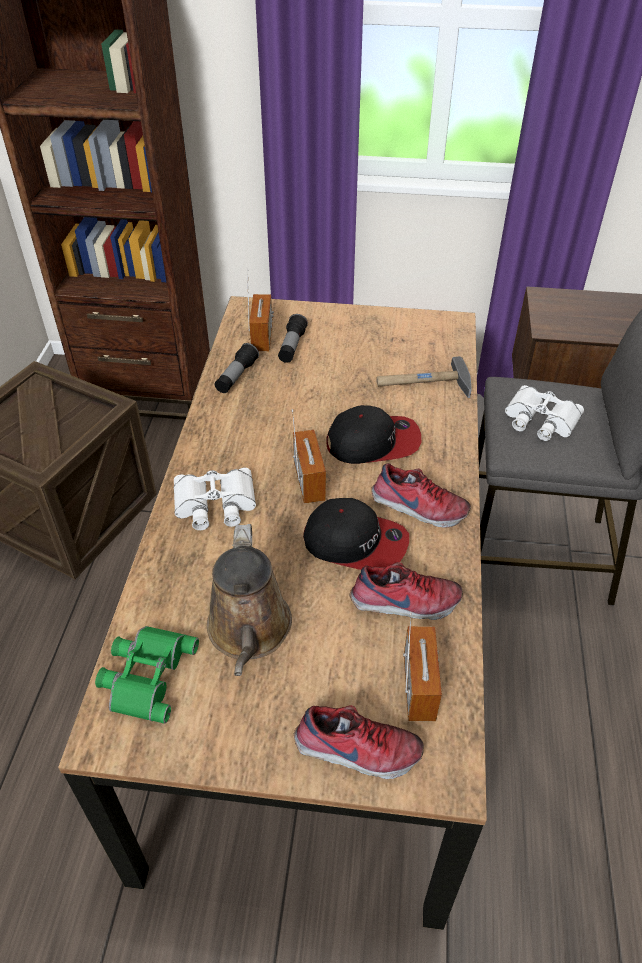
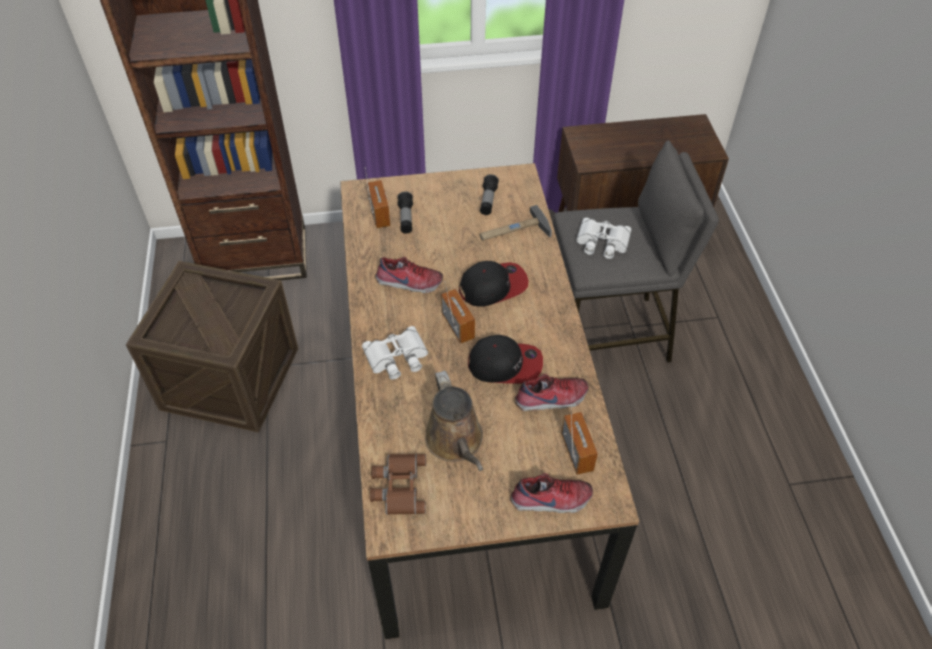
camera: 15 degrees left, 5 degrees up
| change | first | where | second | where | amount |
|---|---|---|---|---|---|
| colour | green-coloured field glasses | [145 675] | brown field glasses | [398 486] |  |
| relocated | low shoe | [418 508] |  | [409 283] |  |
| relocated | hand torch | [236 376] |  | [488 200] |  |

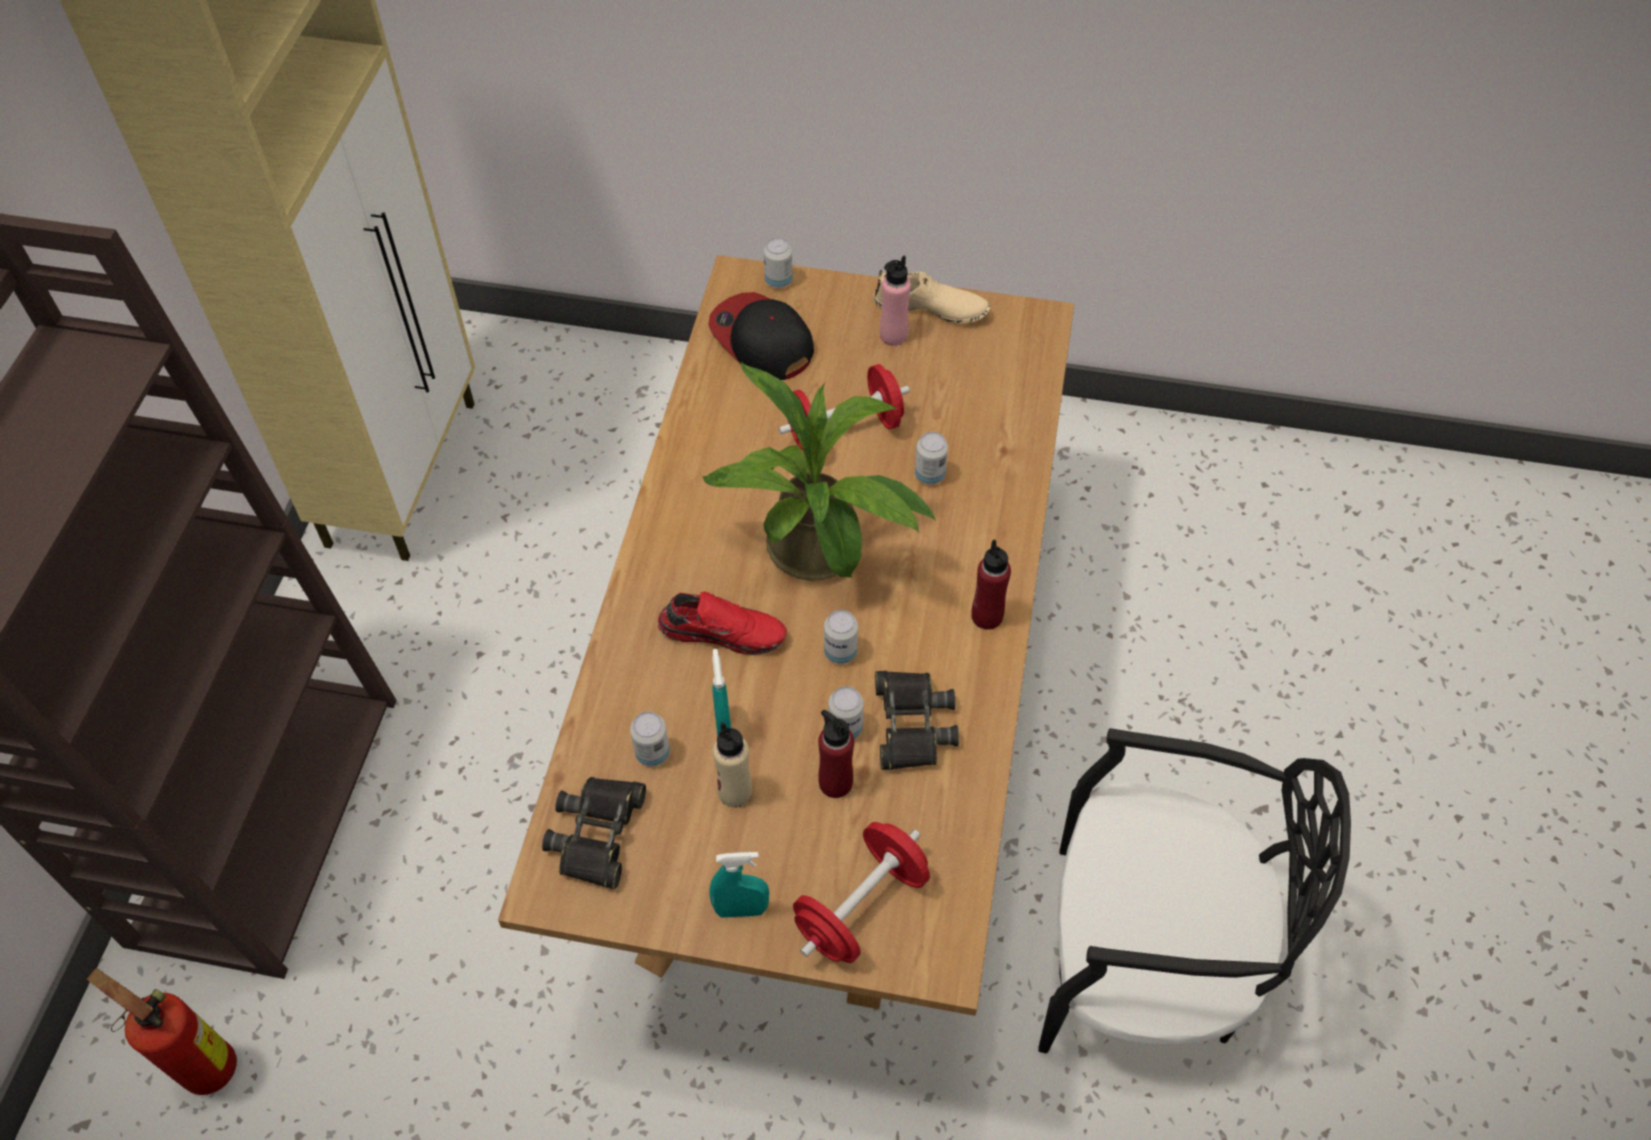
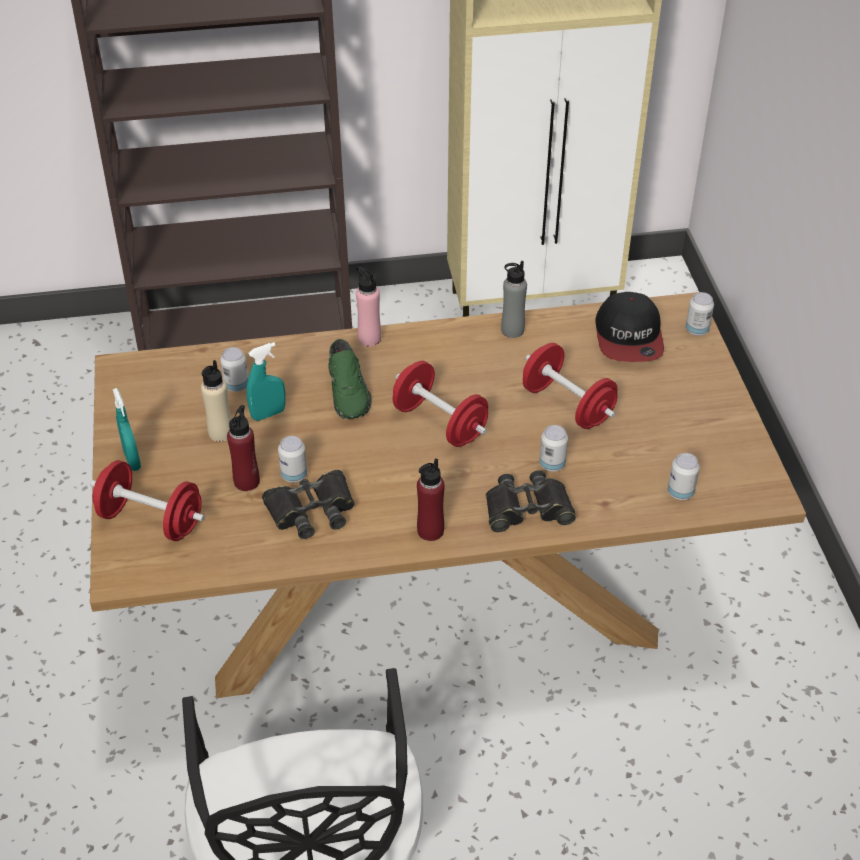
camera: 70 degrees right, 10 degrees down
| change | first | where | second | where | amount |
|---|---|---|---|---|---|
| colour | red low shoe | [723 631] | green-coloured low shoe | [349 391] |  |
| relocated | pinkish beverage bottle | [893 335] |  | [369 338] |  |
| exchanged | potted plant | [820 556] | red free weight | [440 423] |  |
| relocated | black-coloured field glasses | [597 834] |  | [527 509] |  |
| appeared |  |  | greyish beverage bottle | [512 330] |  |
| spun | peaked cap | [761 340] |  | [629 337] | 150 degrees clockwise |
| relocated | can | [840 652] |  | [680 492] |  |
| missing | fire-fighting cylinder | [204 1064] |  |  |  |
| missing | beige-coloured low shoe | [931 308] |  |  |  |

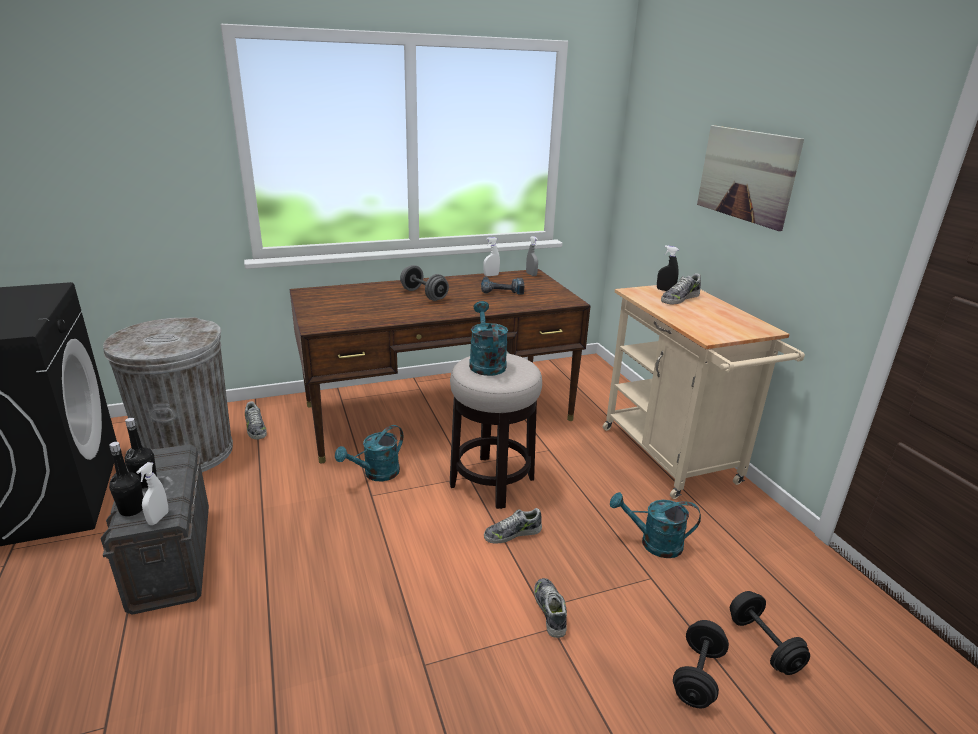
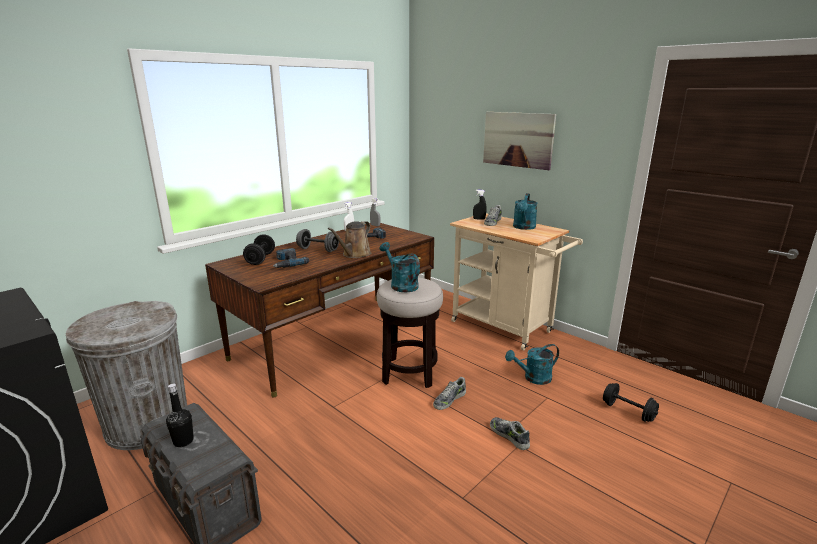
camera: 25 degrees left, 5 degrees down
| change | first | where | second | where | amount |
|---|---|---|---|---|---|
| relocated | black-coloured free weight | [697 676] |  | [260 259] |  |
| appeared |  |  | drill | [287 263] |  |
| appeared |  |  | brown watering pot | [355 254] |  |
| relocated | turquoise-coloured watering pot | [376 474] |  | [523 227] |  |
| missing | black-coloured beverage bottle | [132 509] |  |  |  |
| missing | white-coloured sprayer | [158 518] |  |  |  |
| missing | low shoe | [255 428] |  |  |  |

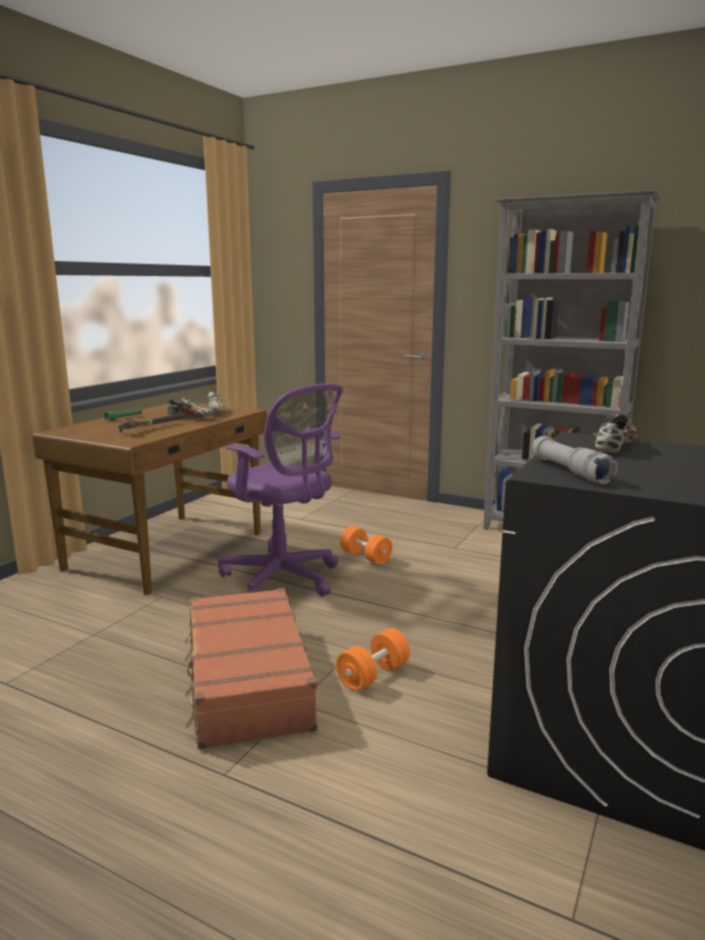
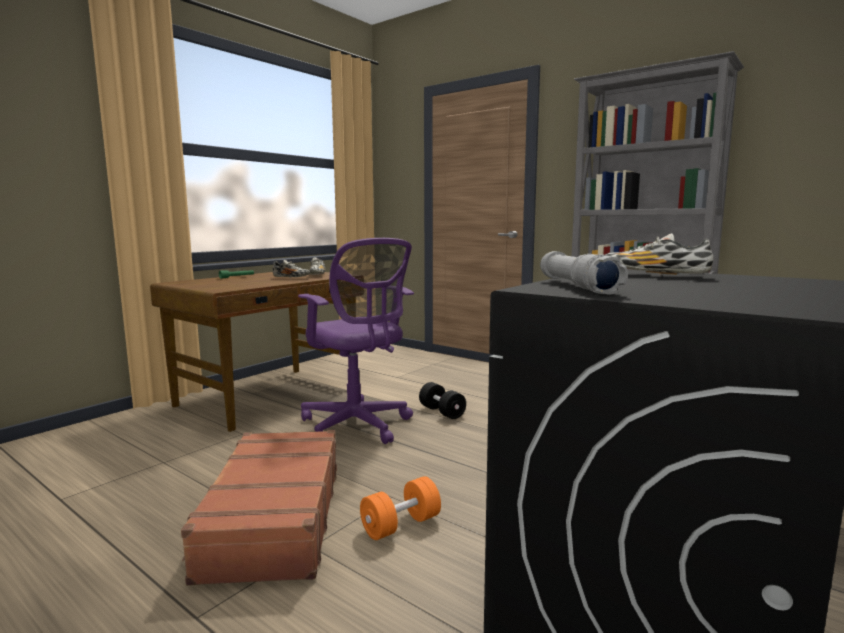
camera: 10 degrees right, 5 degrees down
| change | first | where | second | where | amount |
|---|---|---|---|---|---|
| colour | orange free weight | [365 557] | black-coloured free weight | [442 412] |  |
| spun | low shoe | [615 447] |  | [654 275] | 105 degrees counterclockwise |
| missing | hammer | [148 429] |  |  |  |

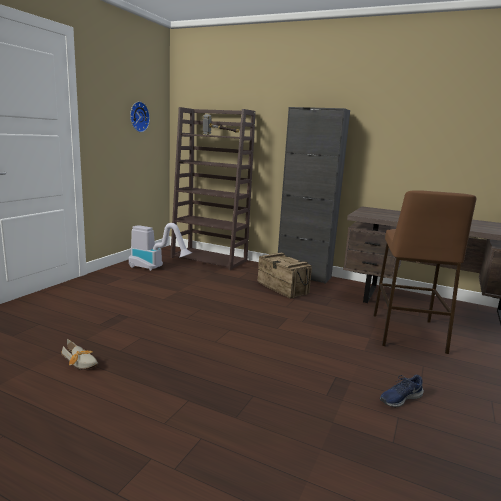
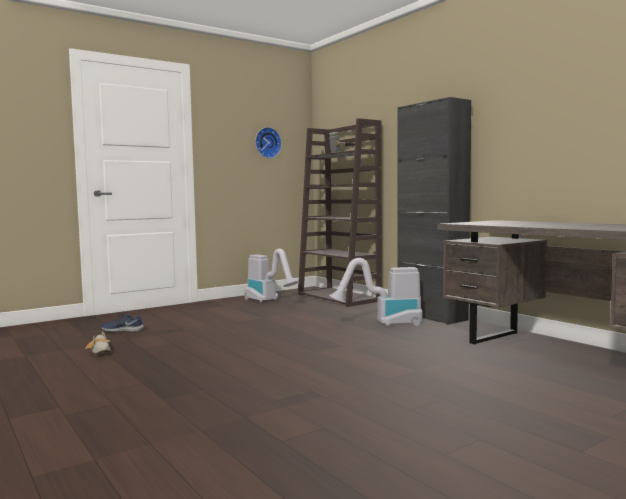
camera: 30 degrees right, 10 degrees down
| change | first | where | second | where | amount |
|---|---|---|---|---|---|
| relocated | blue low shoe | [400 398] |  | [122 330] |  |
| exchanged | packing crate | [283 288] | vacuum cleaner | [383 324] |  |
| missing | brown stool | [407 333] |  |  |  |

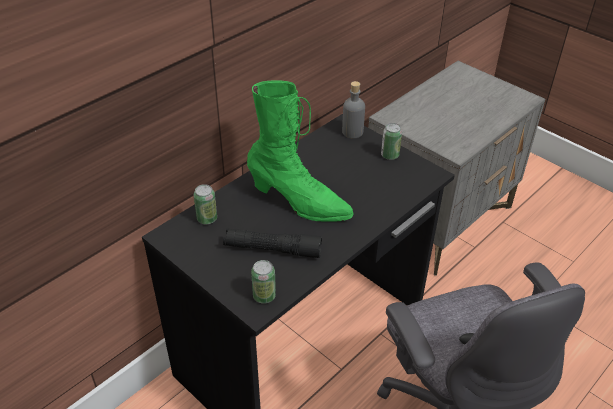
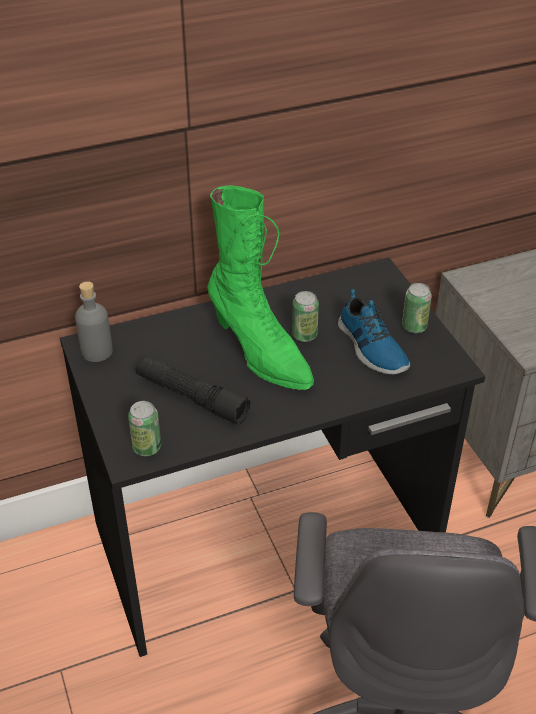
camera: 25 degrees right, 0 degrees up
| change | first | where | second | where | amount |
|---|---|---|---|---|---|
| relocated | greyish beverage bottle | [352 132] |  | [97 351] |  |
| relocated | can | [207 219] |  | [304 335] |  |
| appeared |  |  | low shoe | [370 348] |  |

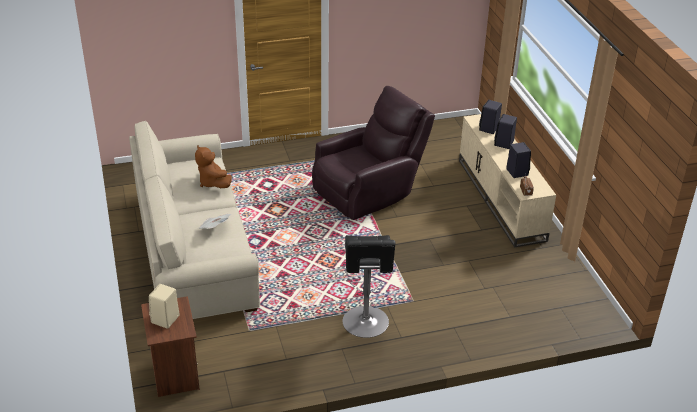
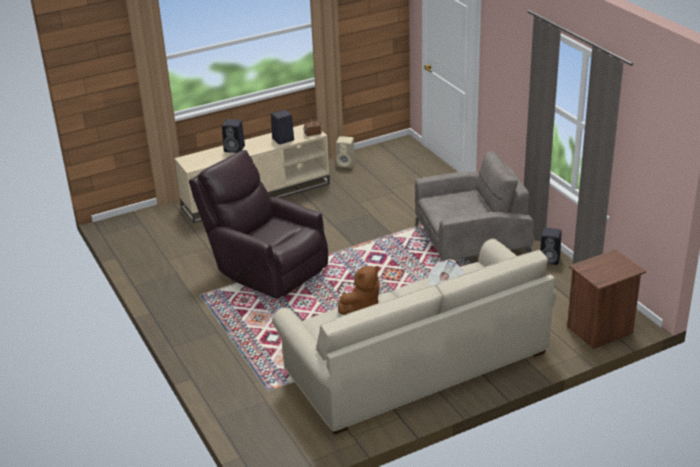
camera: 100 degrees left, 5 degrees down
| change | first | where | second | where | amount |
|---|---|---|---|---|---|
| relocated | beige-coloured speaker | [165 320] |  | [346 164] |  |
| exchanged | black-coloured stool | [366 324] | greyish lounge chair | [471 241] |  |
| relocated | black-coloured speaker | [489 129] |  | [550 259] |  |

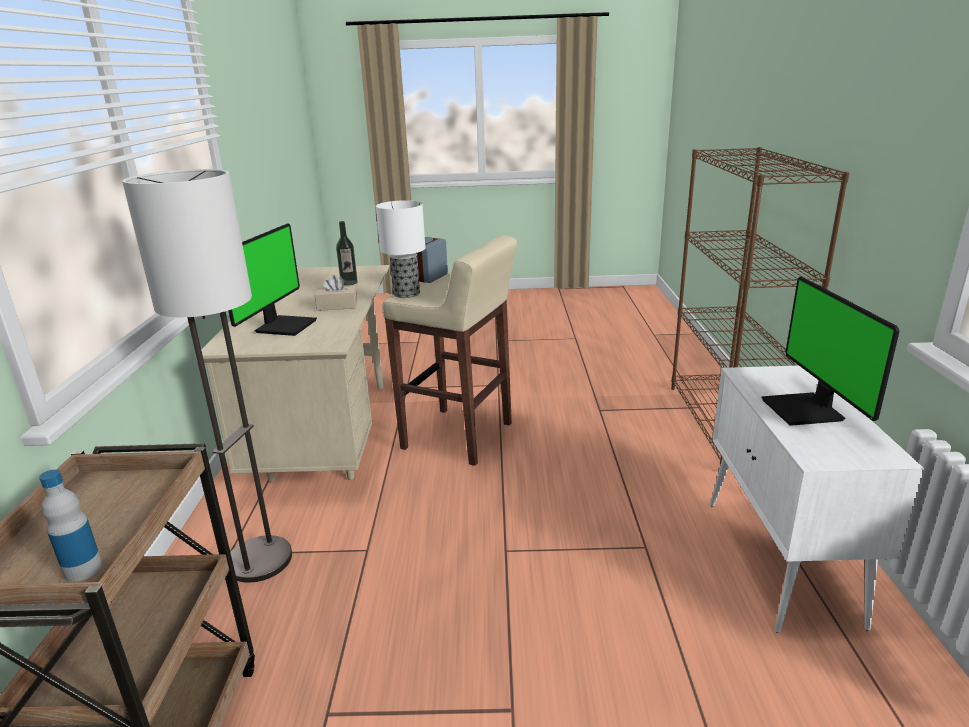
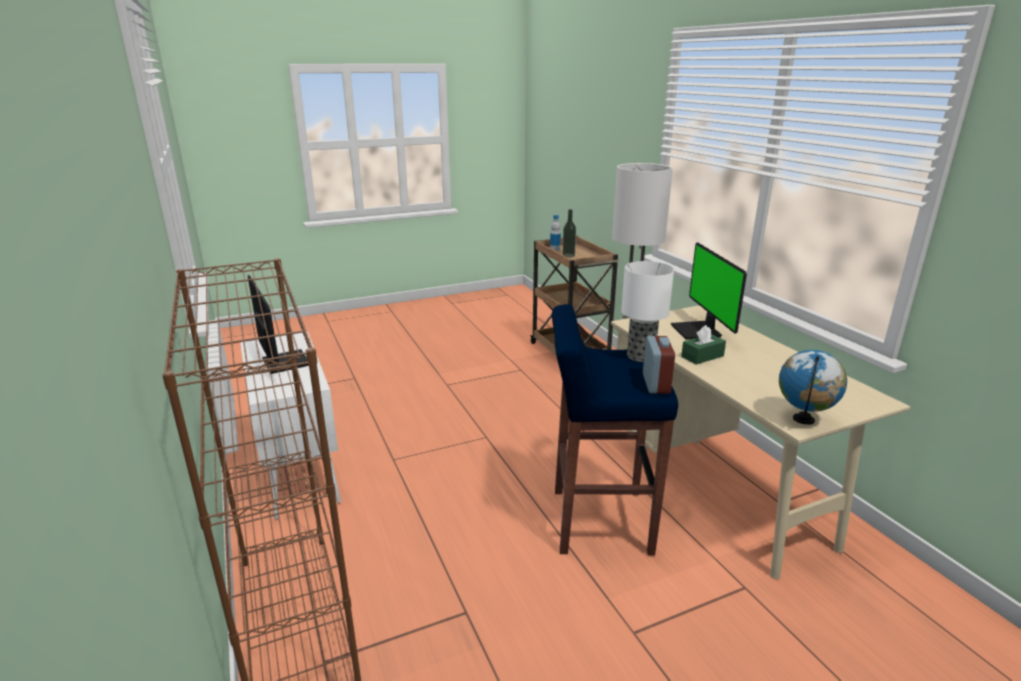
camera: 155 degrees right, 0 degrees up
| change | first | where | second | where | amount |
|---|---|---|---|---|---|
| colour | beige-coloured stool | [459 436] | blue stool | [599 521] |  |
| relocated | beverage bottle | [349 283] |  | [568 255] |  |
| colour | beige-coloured box of tissues | [337 306] | green-coloured box of tissues | [702 356] |  |
| appeared |  |  | desk globe | [803 420] |  |

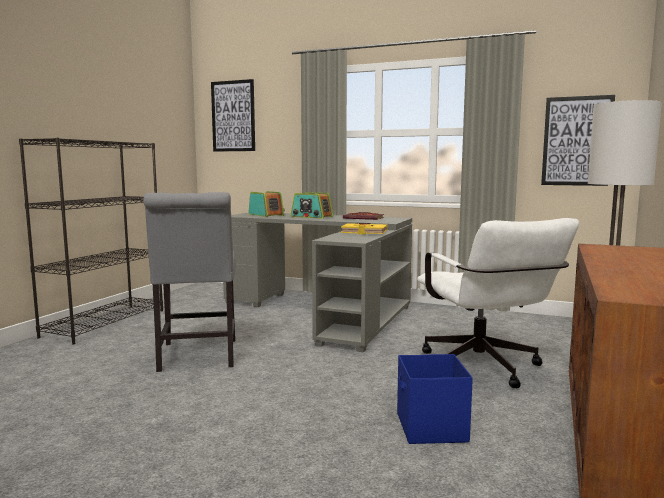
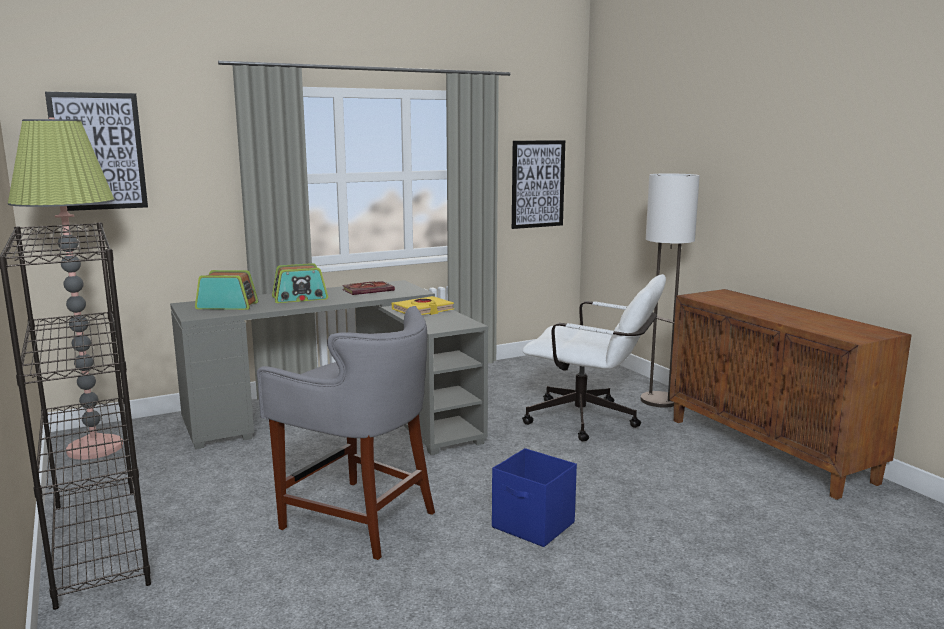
camera: 50 degrees left, 5 degrees up
| change | first | where | second | where | amount |
|---|---|---|---|---|---|
| appeared |  |  | floor lamp | [95 448] |  |
| exchanged | greyish chair | [197 357] | greyish stool | [359 518] |  |
| relocated | blue storage box | [431 428] |  | [534 526] |  |

